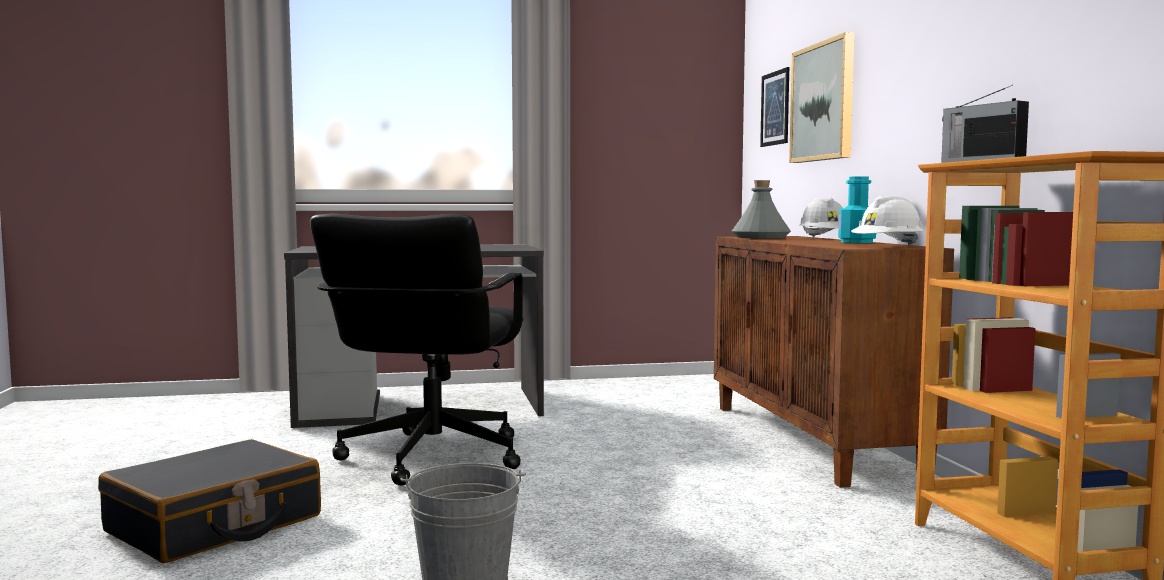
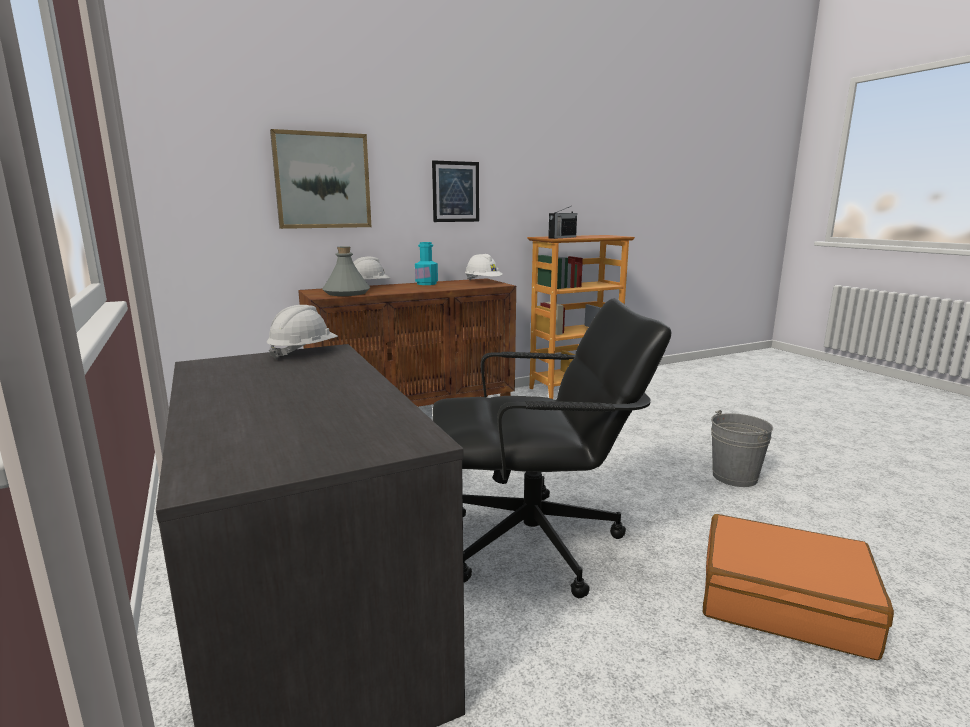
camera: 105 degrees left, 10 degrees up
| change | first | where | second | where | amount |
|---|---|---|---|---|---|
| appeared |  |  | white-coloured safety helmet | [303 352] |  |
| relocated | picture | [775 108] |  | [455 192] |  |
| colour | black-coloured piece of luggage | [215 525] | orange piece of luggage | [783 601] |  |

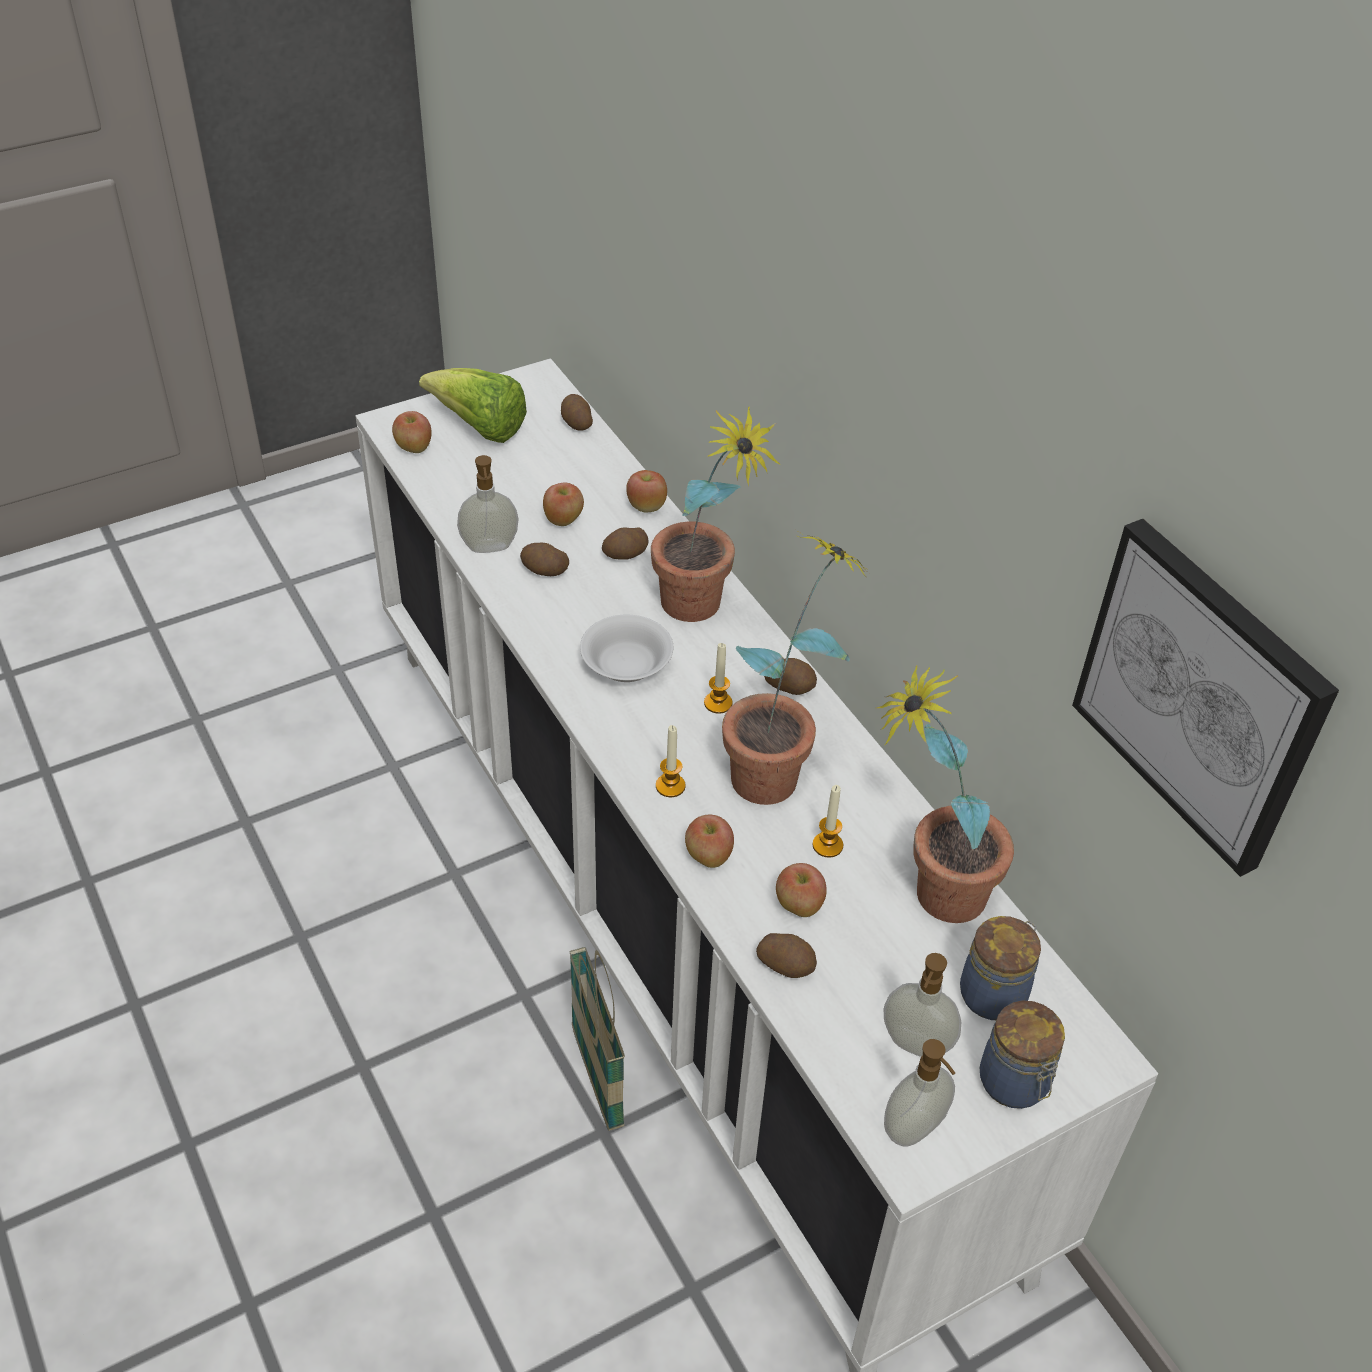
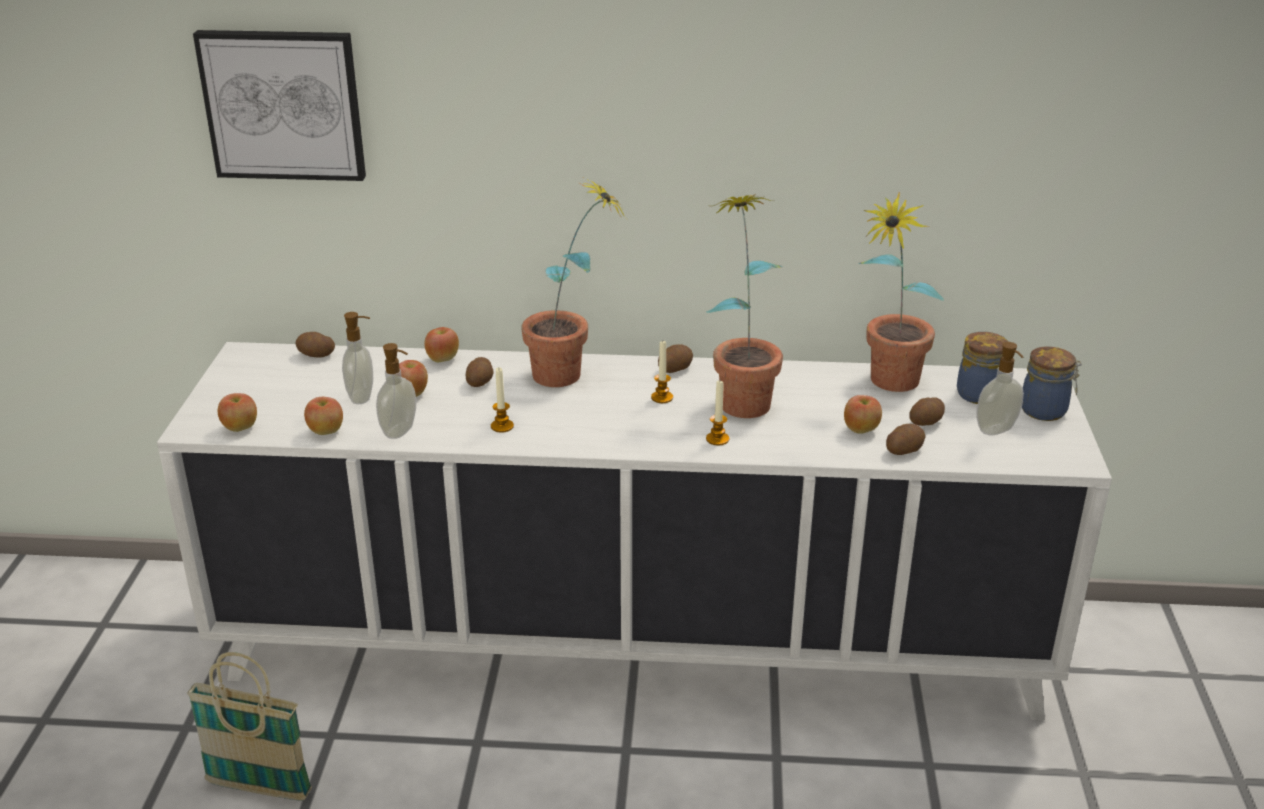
camera: 55 degrees left, 15 degrees down
| change | first | where | second | where | amount |
|---|---|---|---|---|---|
| relocated | household basket | [597 1078] |  | [259 788] |  |
| relocated | picture | [1200 694] |  | [283 104] |  |
| relocated | whole apple | [708 857] |  | [326 431] |  |
| relocated | soap bottle | [915 1129] |  | [362 397] |  |
| relocated | wax candle | [827 845] |  | [502 426] |  |
| relocated | potato | [544 571] |  | [926 422] |  |
| missing | lettuce head | [479 428] |  |  |  |
| missing | white-coloured serving bowl | [626 666] |  |  |  |

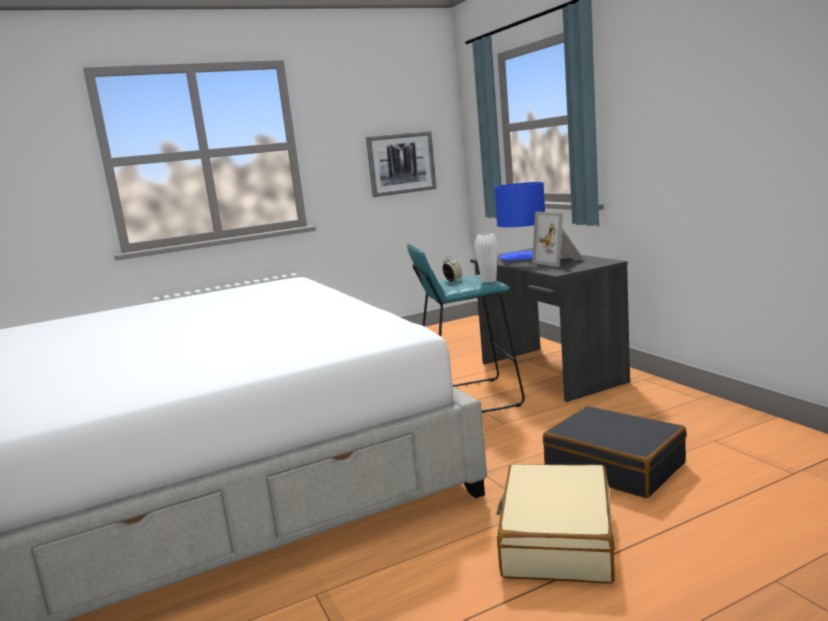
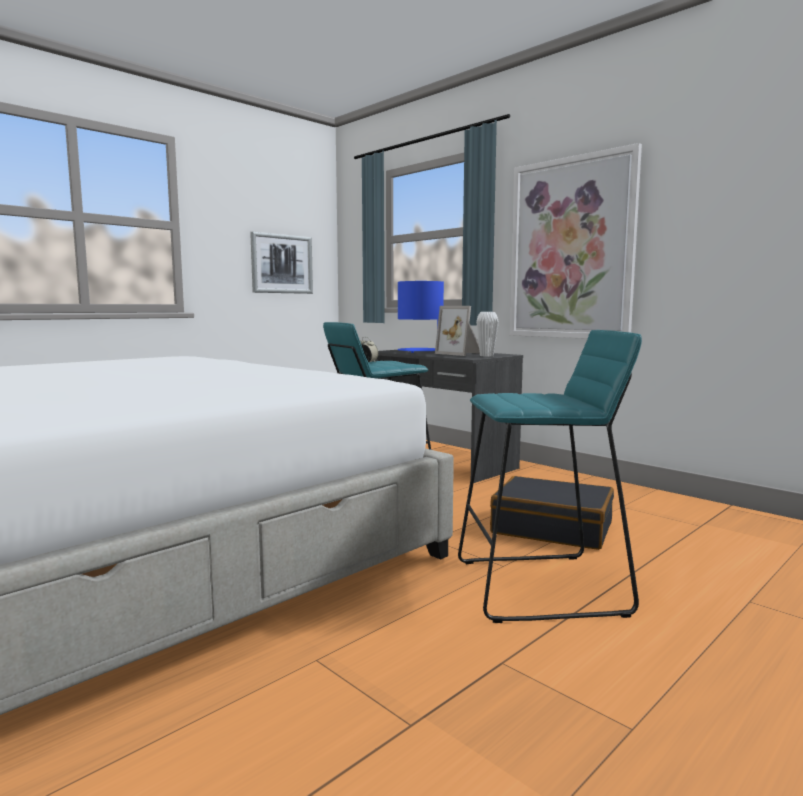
camera: 20 degrees left, 5 degrees down
| change | first | where | second | where | amount |
|---|---|---|---|---|---|
| exchanged | beige-coloured piece of luggage | [556 539] | turquoise-coloured stool | [541 587] |  |
| relocated | white-coloured flower vase | [489 281] |  | [486 356] |  |
| appeared |  |  | picture | [571 249] |  |

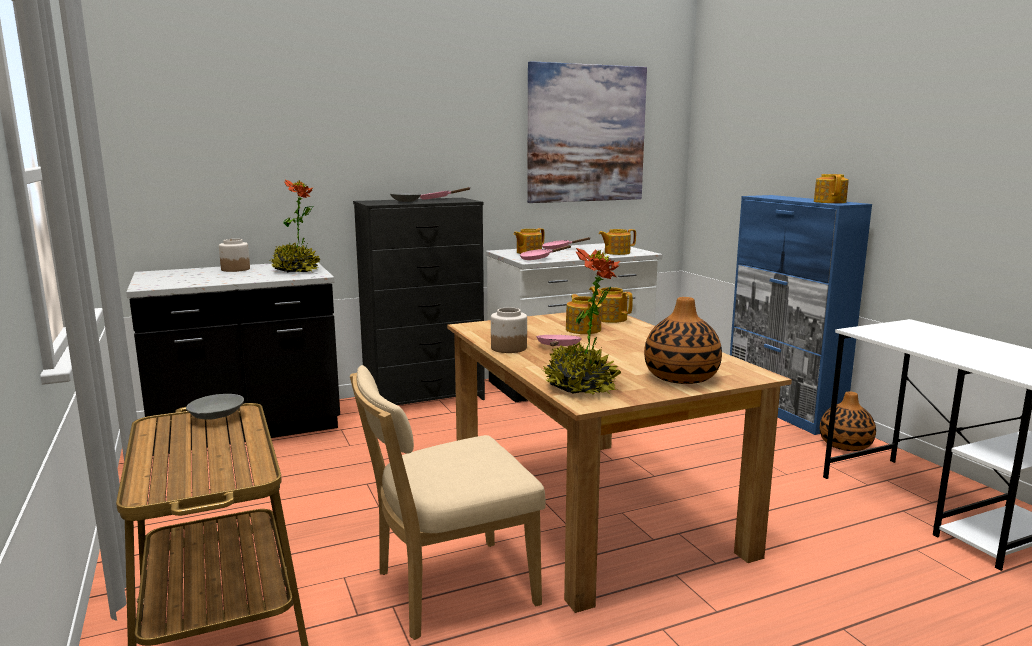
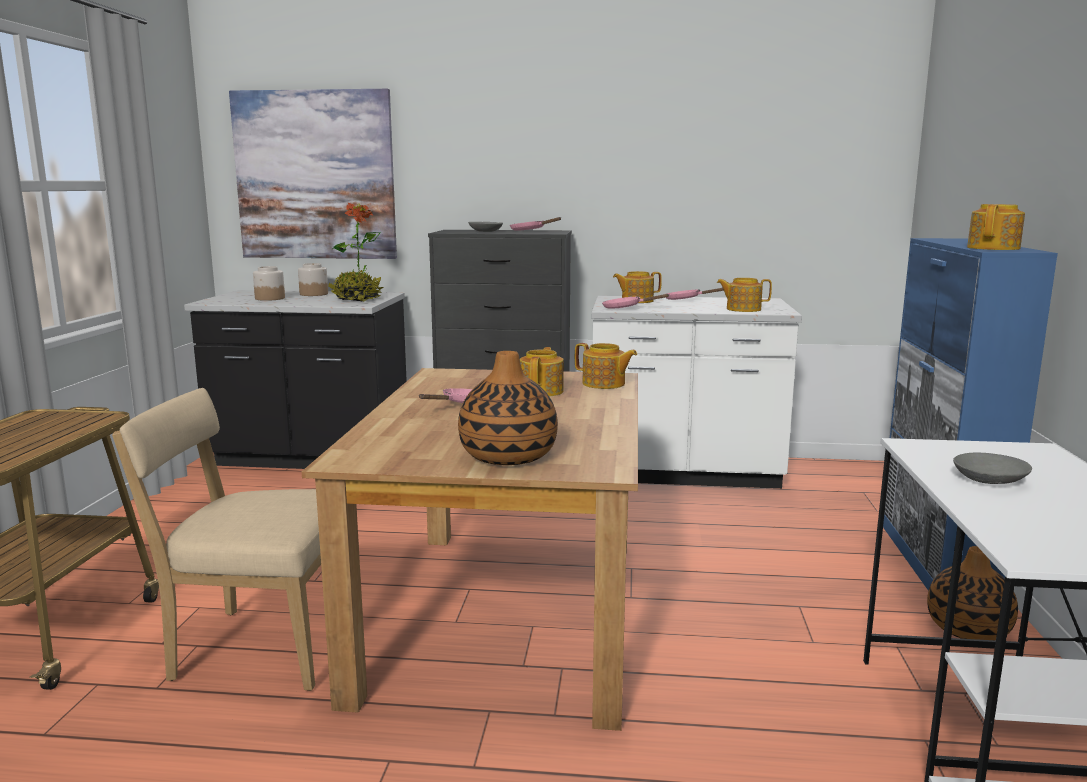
camera: 30 degrees right, 0 degrees up
| change | first | where | second | where | amount |
|---|---|---|---|---|---|
| relocated | picture | [586 134] |  | [315 175] |  |
| relocated | preserve jar | [508 348] |  | [269 298] |  |
| spun | tea pot | [609 318] |  | [604 384] | 135 degrees clockwise |
| relocated | greyish serving bowl | [215 416] |  | [988 480] |  |
| missing | potted plant | [581 387] |  |  |  |

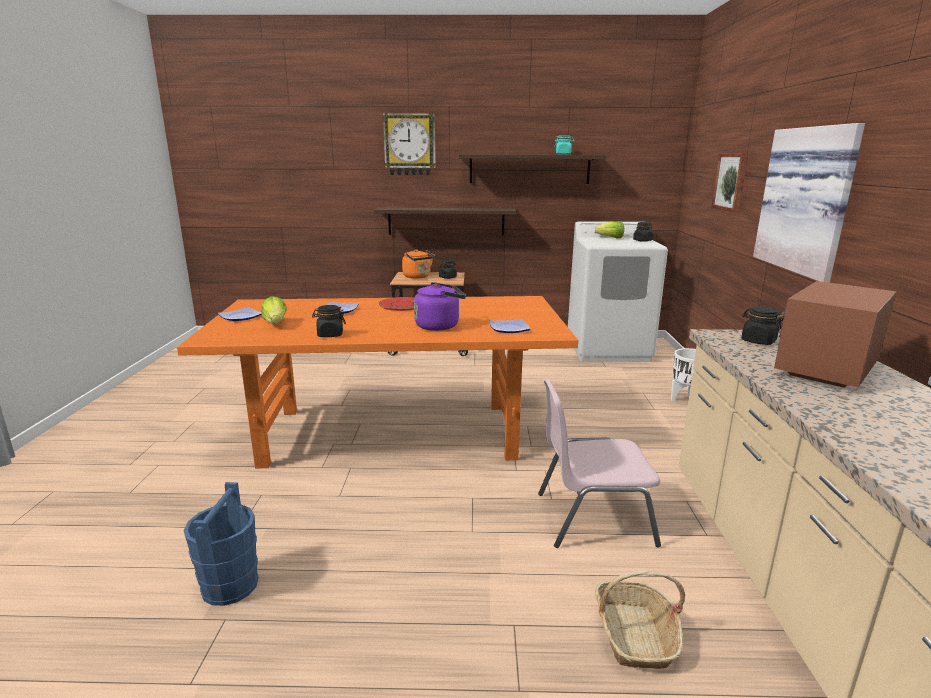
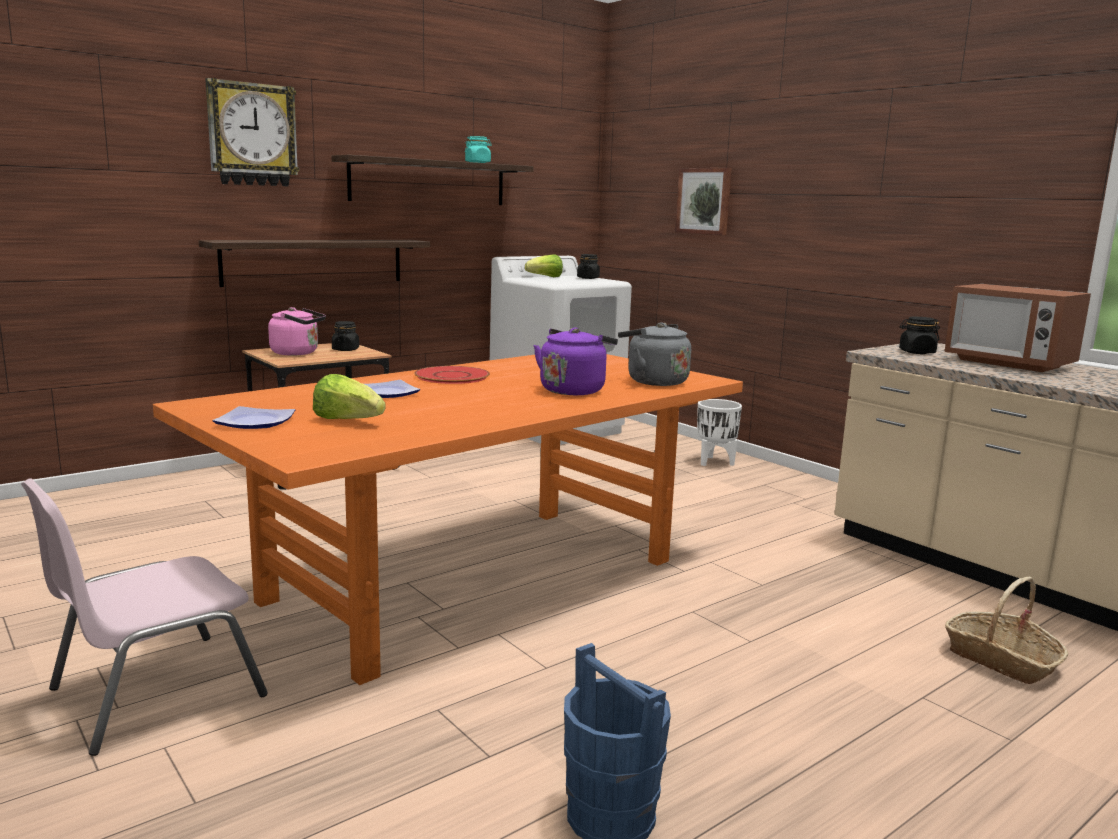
camera: 40 degrees left, 5 degrees down
| change | first | where | second | where | amount |
|---|---|---|---|---|---|
| relocated | pinkish chair | [592 517] |  | [153 692] |  |
| colour | orange kettle | [418 277] | pinkish kettle | [298 353] |  |
| exchanged | dinner plate | [510 328] | greyish kettle | [653 381] |  |
| spun | microwave oven | [825 369] |  | [1008 363] | 45 degrees counterclockwise |
| missing | black-coloured preserve jar | [330 335] |  |  |  |
| missing | picture | [808 200] |  |  |  |

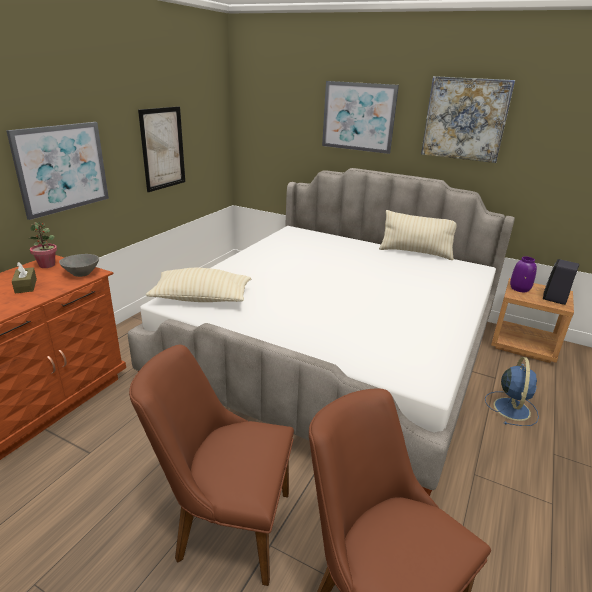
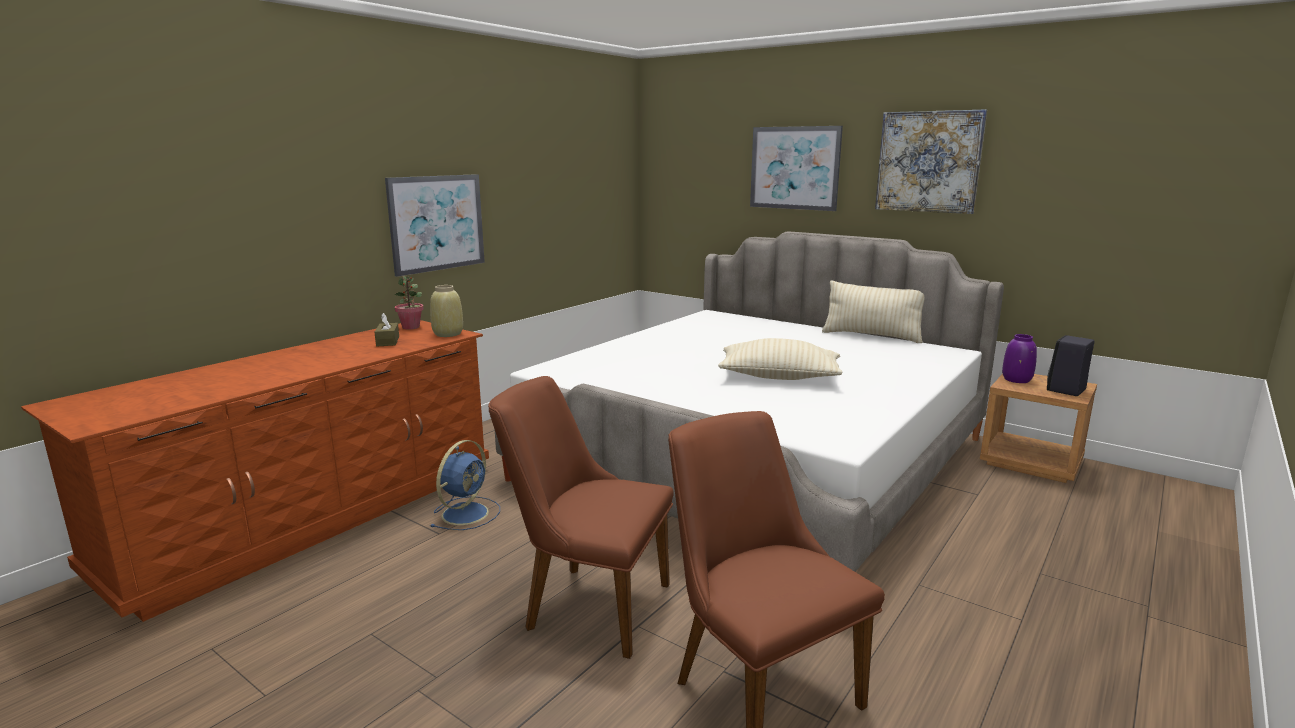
camera: 10 degrees right, 10 degrees down
| change | first | where | second | where | amount |
|---|---|---|---|---|---|
| exchanged | greyish serving bowl | [81 274] | beige-coloured flower vase | [447 334] |  |
| relocated | blue fan | [511 408] |  | [466 513] |  |
| relocated | beige-coloured cushion | [201 298] |  | [779 377] |  |
| missing | picture | [163 148] |  |  |  |

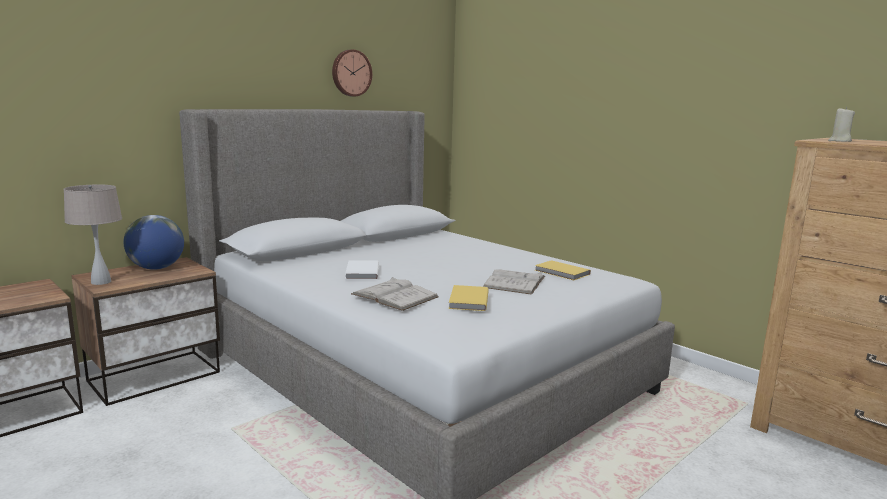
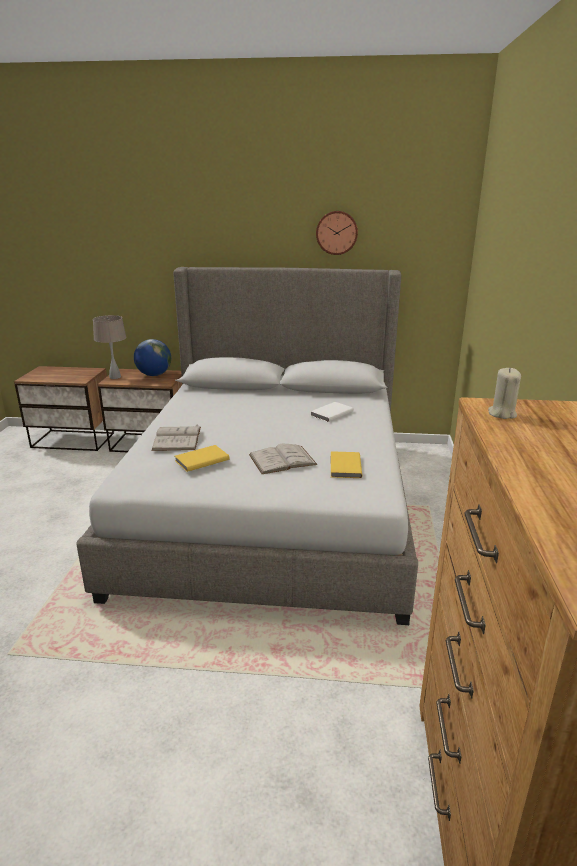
camera: 50 degrees right, 10 degrees up
| change | first | where | second | where | amount |
|---|---|---|---|---|---|
| relocated | white-coloured book | [361 272] |  | [330 413] |  |

